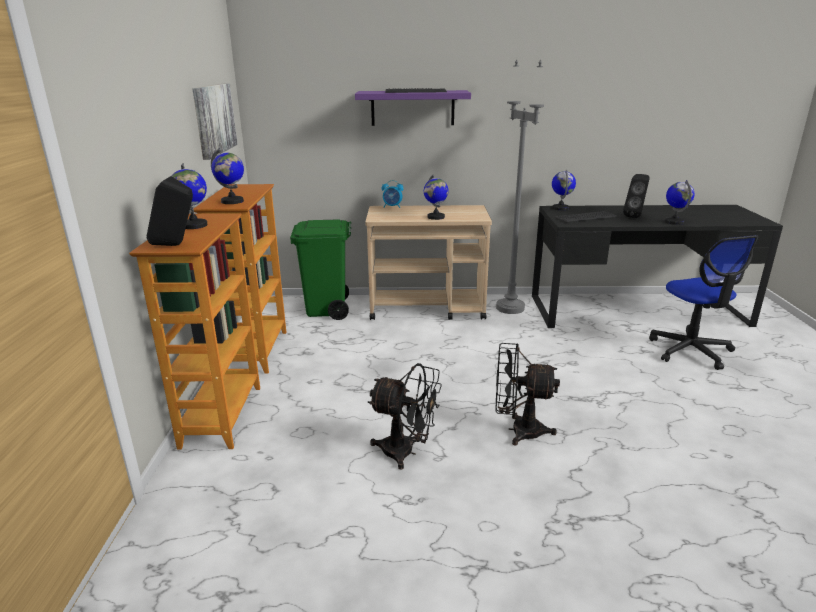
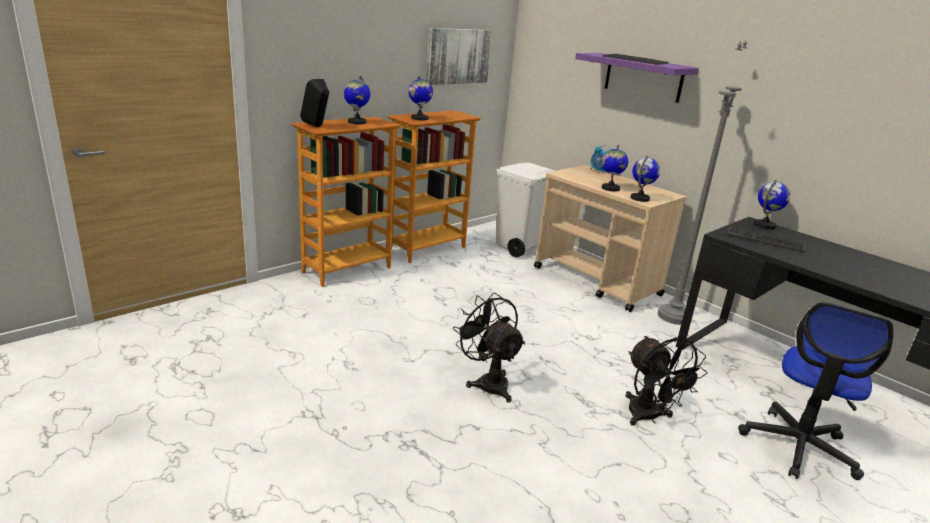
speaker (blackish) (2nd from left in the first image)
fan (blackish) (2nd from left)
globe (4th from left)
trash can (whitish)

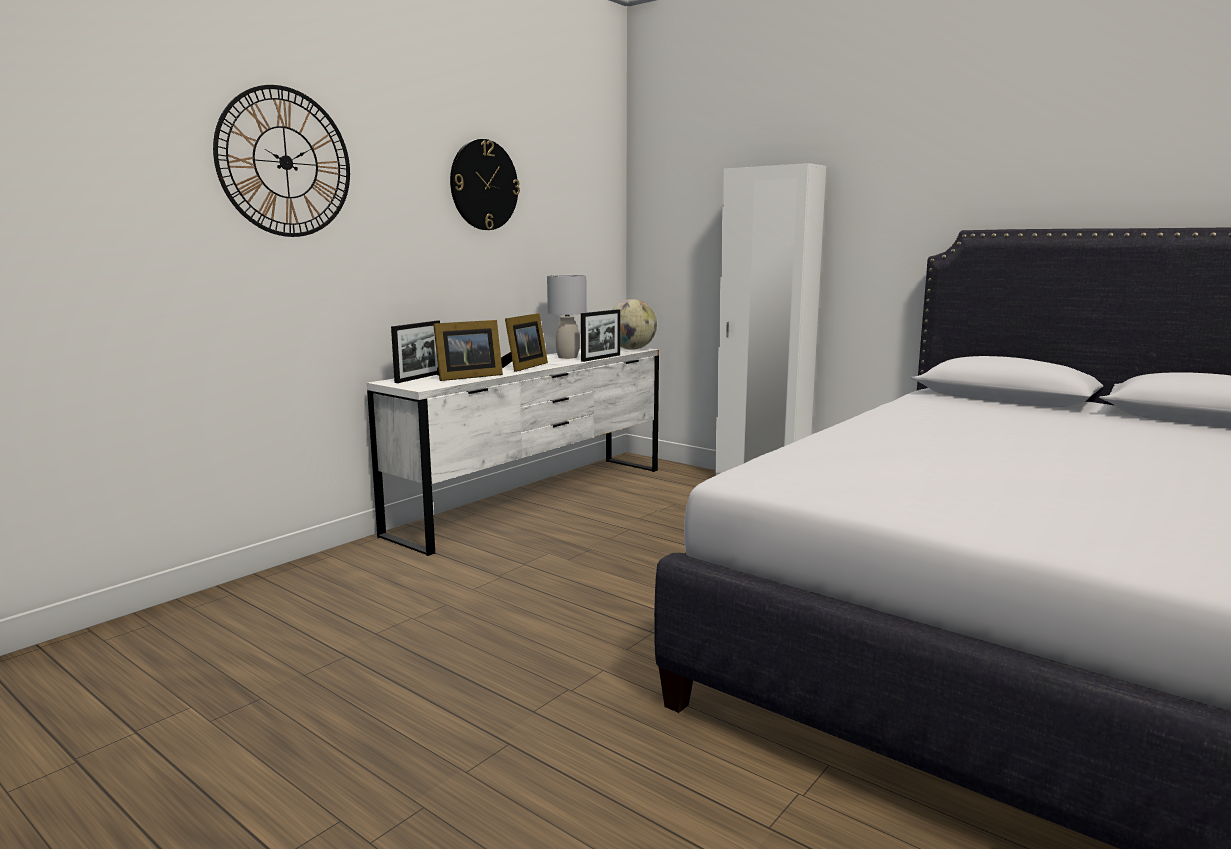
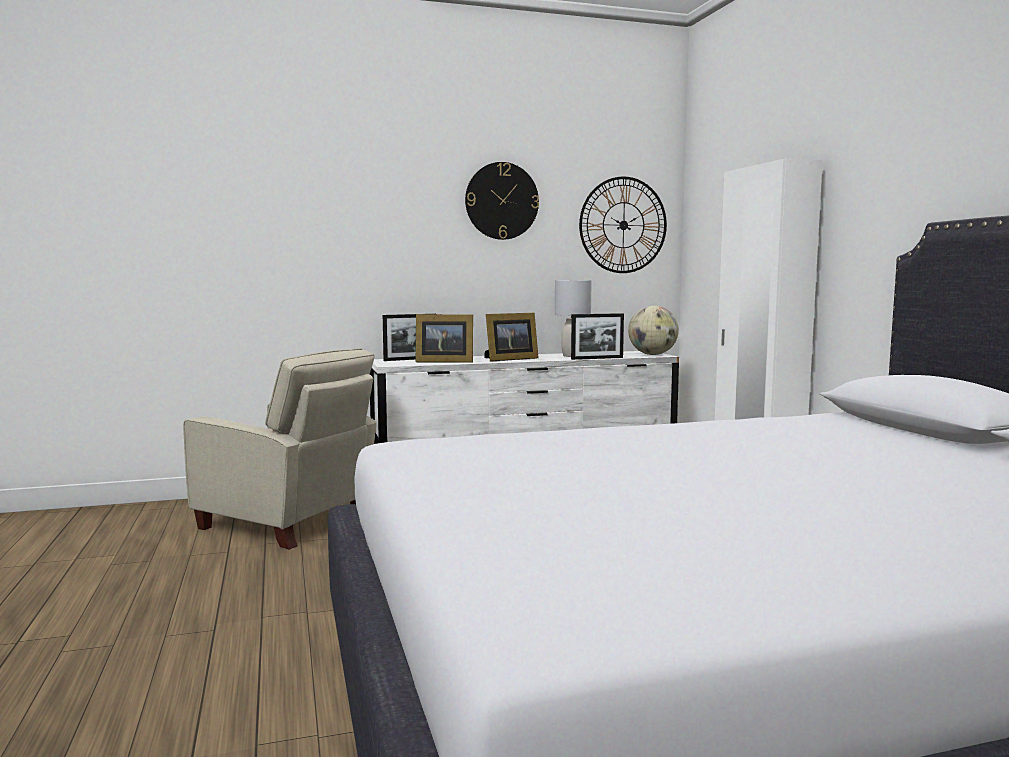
armchair (beige)
clock on the wall (2nd from left)

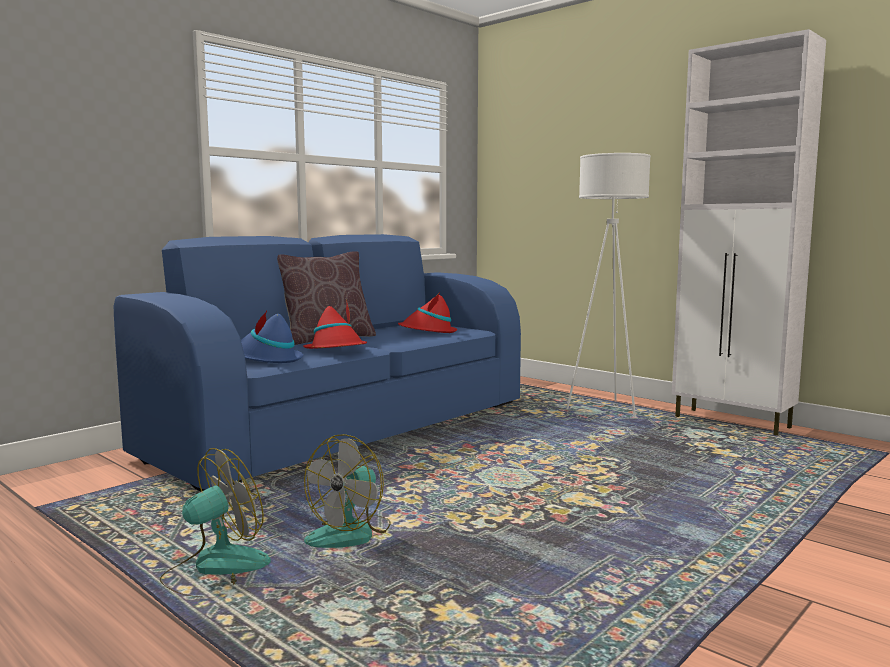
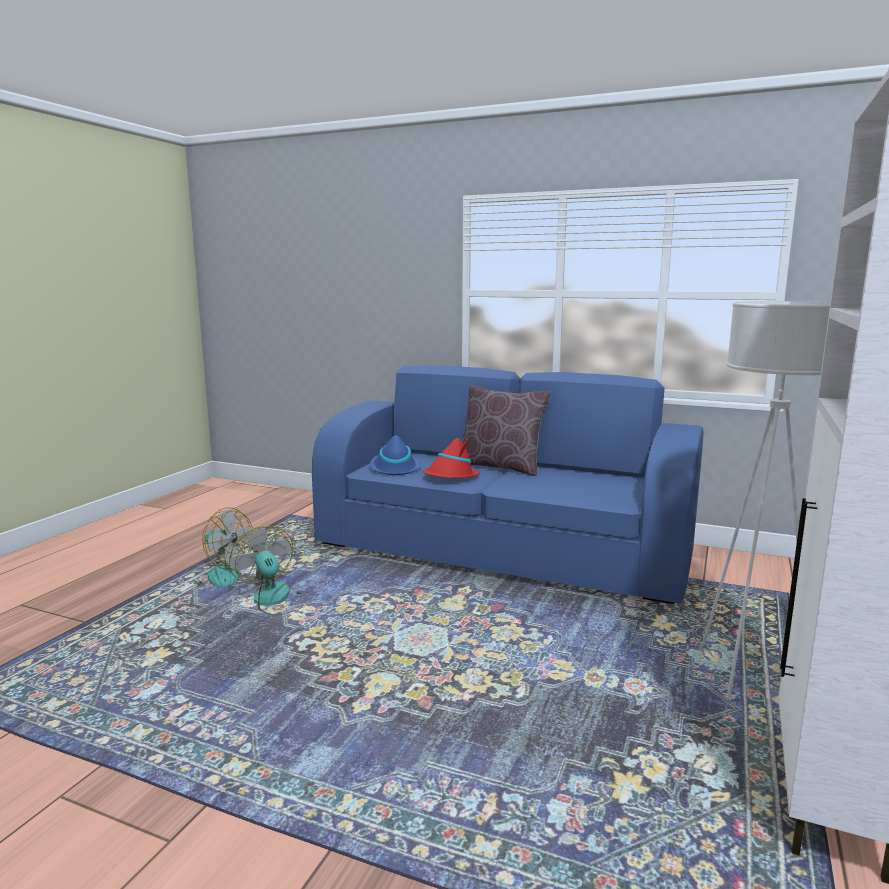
clothing hat (reddish) (2nd from left in the first image)
fan (2nd from left)

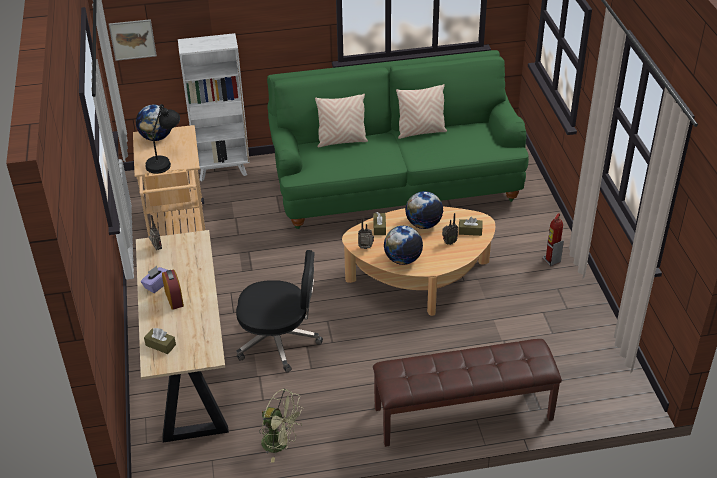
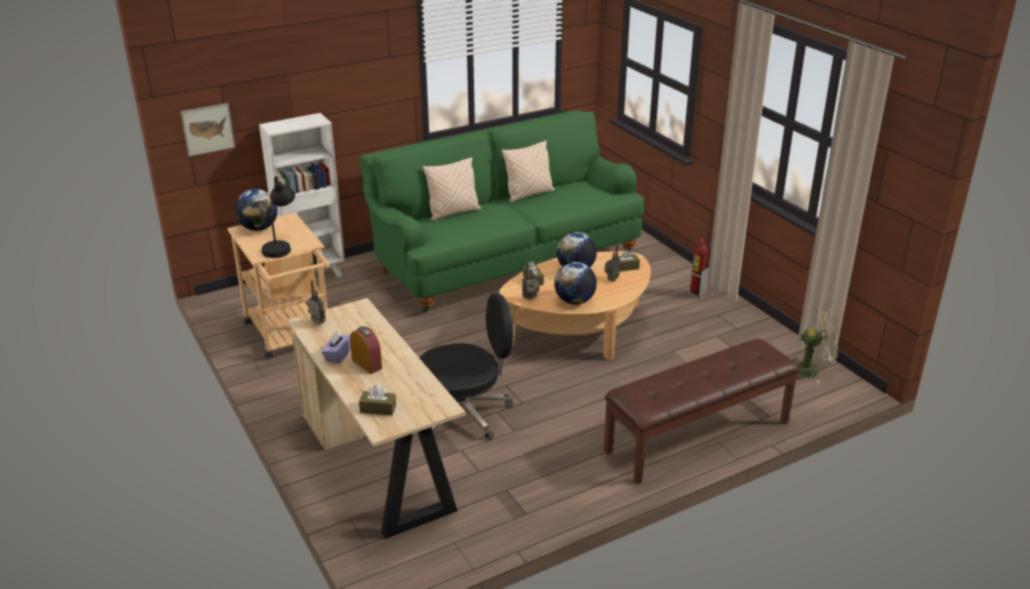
fan (green)

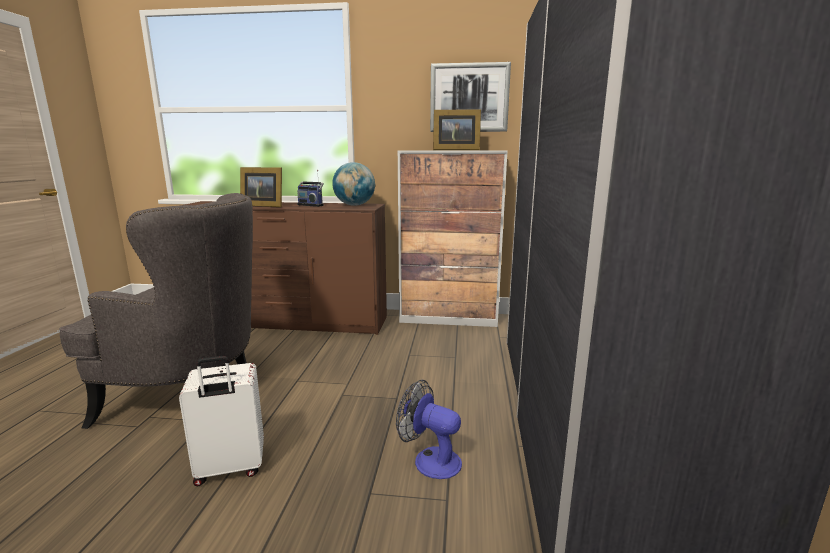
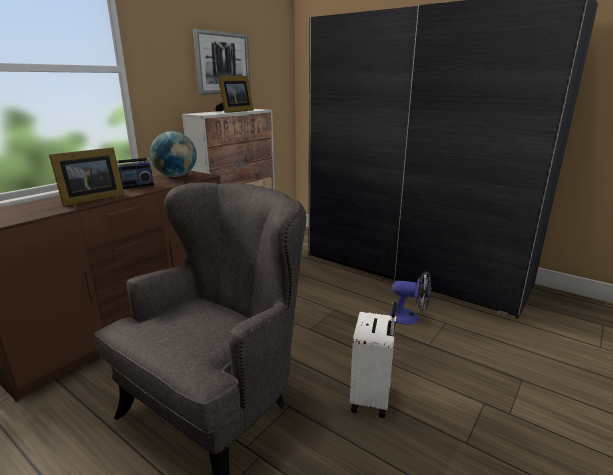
fan

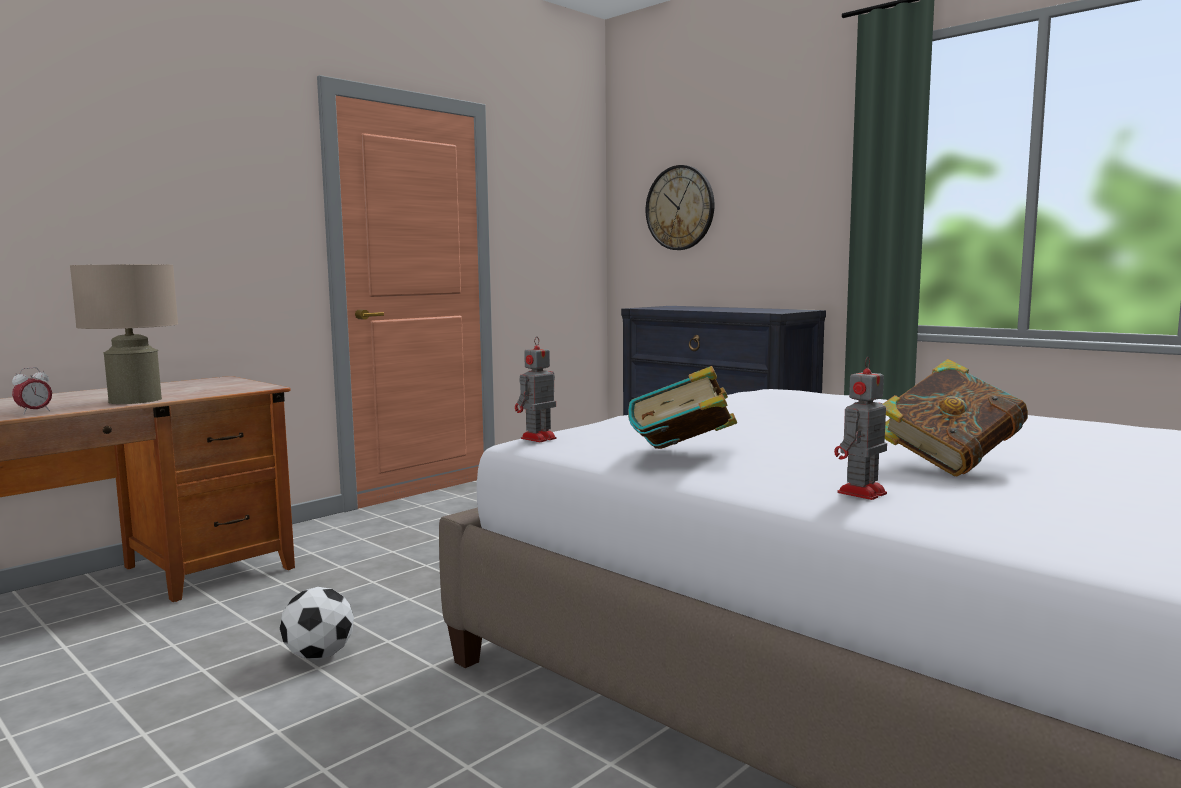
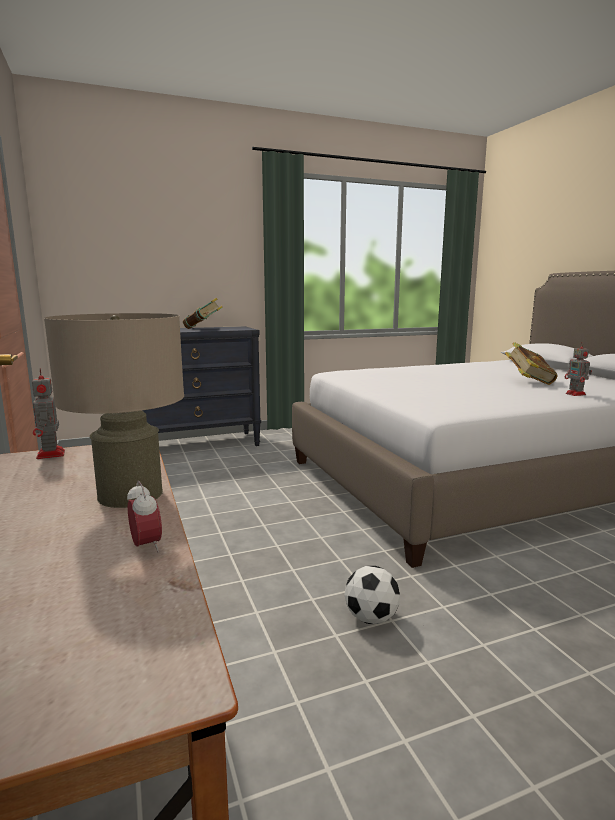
clock on the wall
model robot (1st from left)
volume (1st from left)

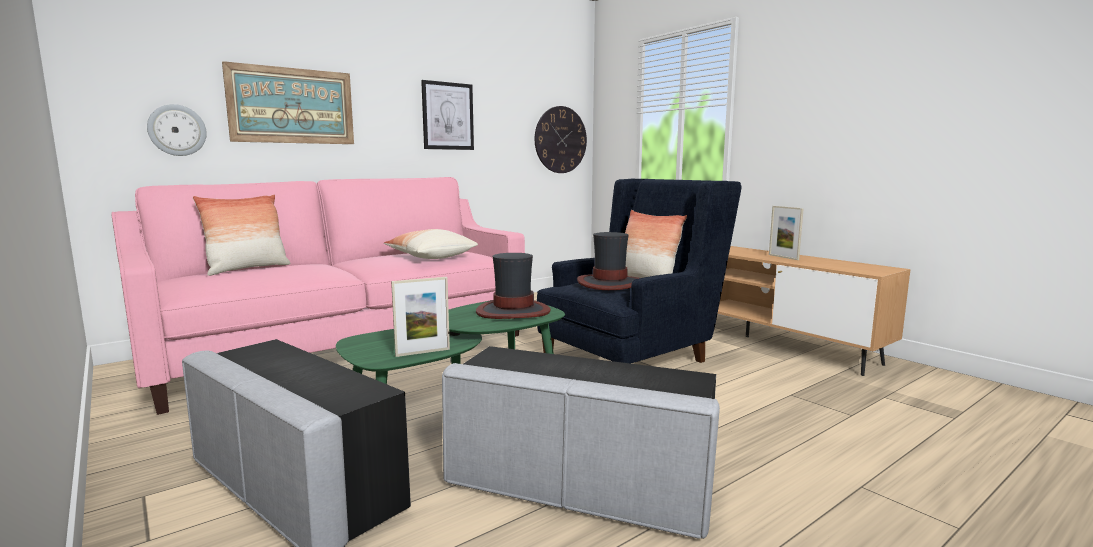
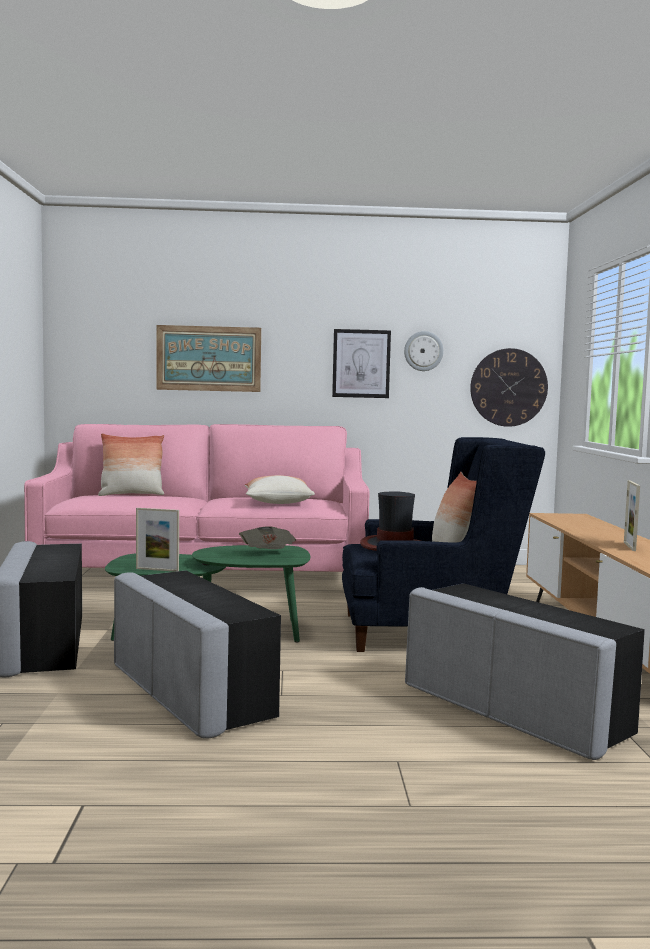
pouffe (gray) (3rd from left)
clock on the wall (1st from left)
newspaper

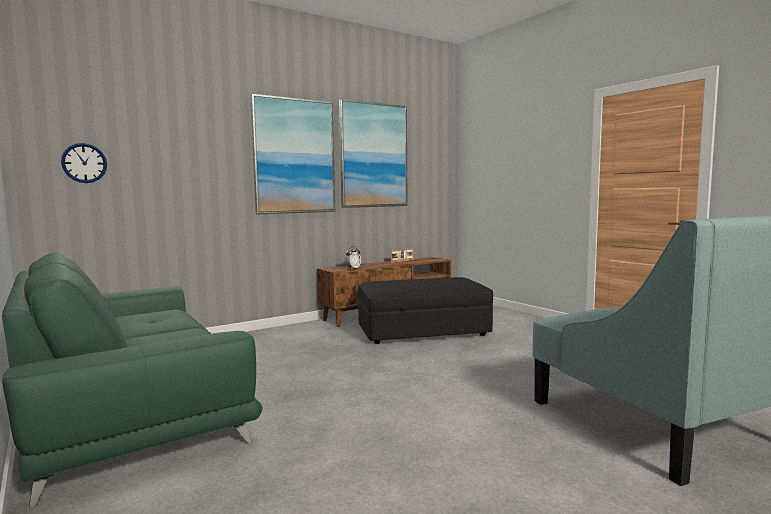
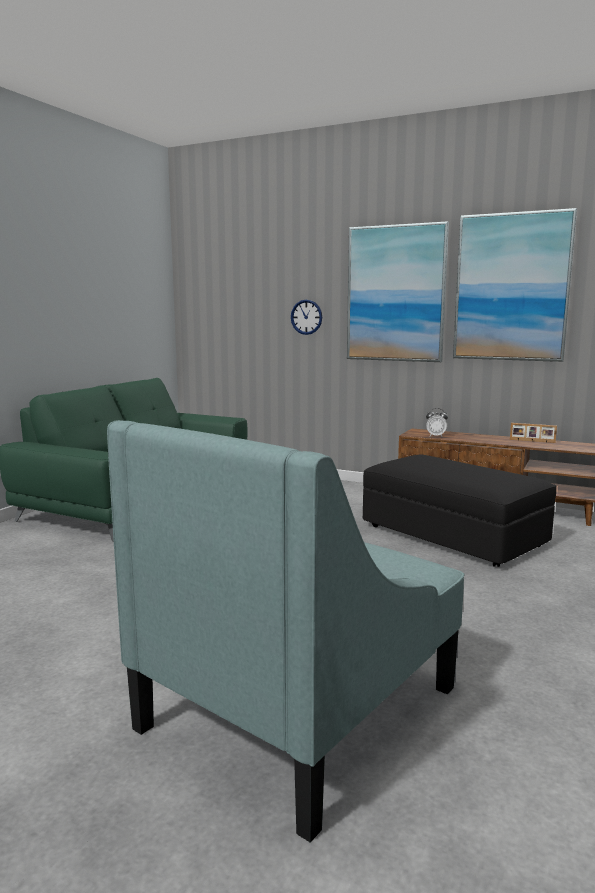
clock on the wall

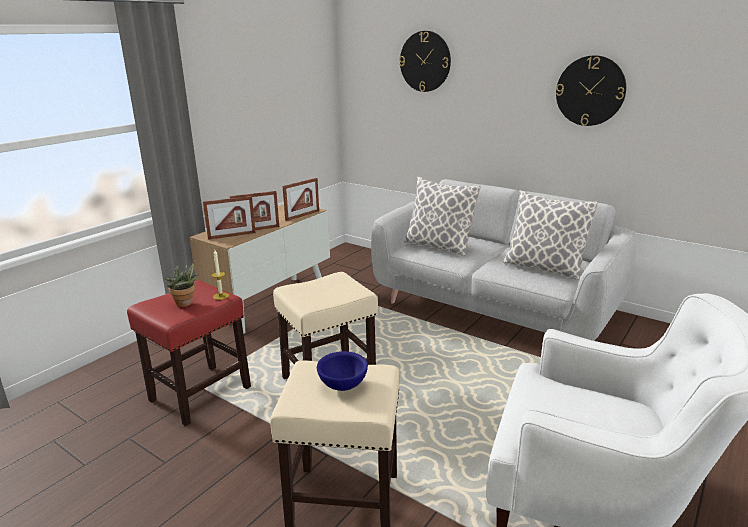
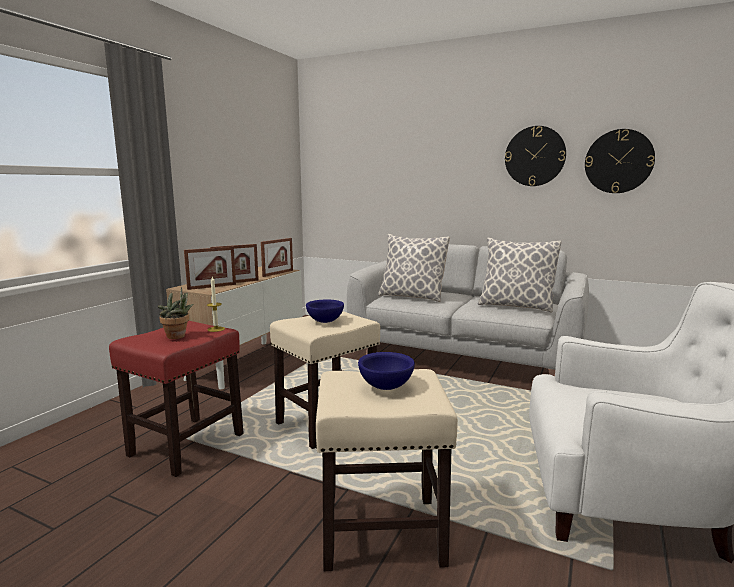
deep dish (blue-coloured) (1st from left)
clock on the wall (2nd from left)

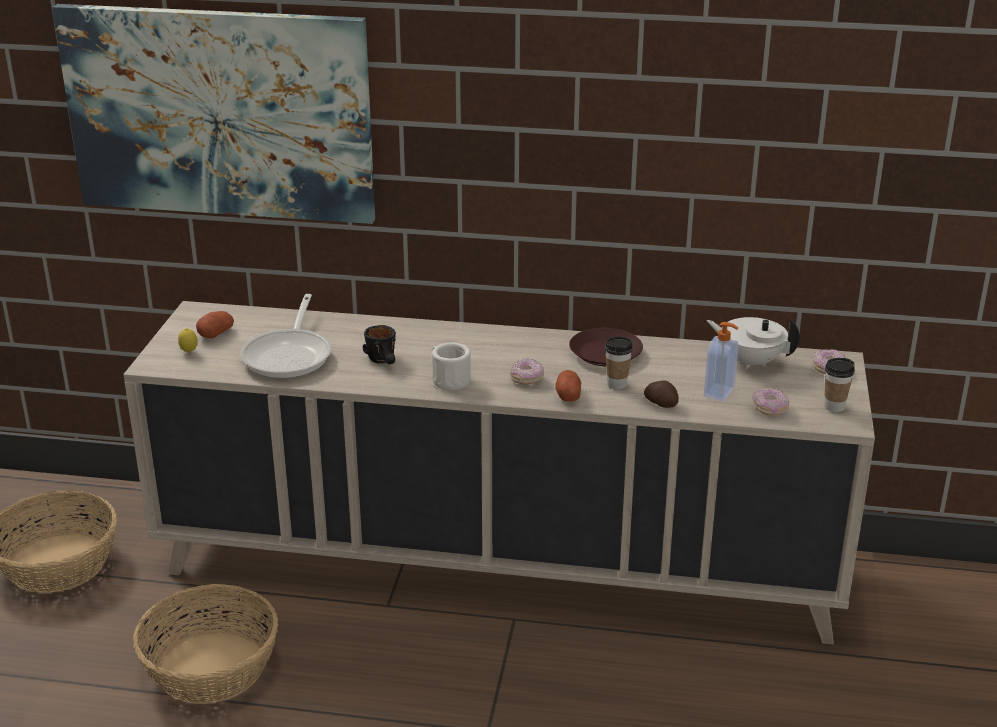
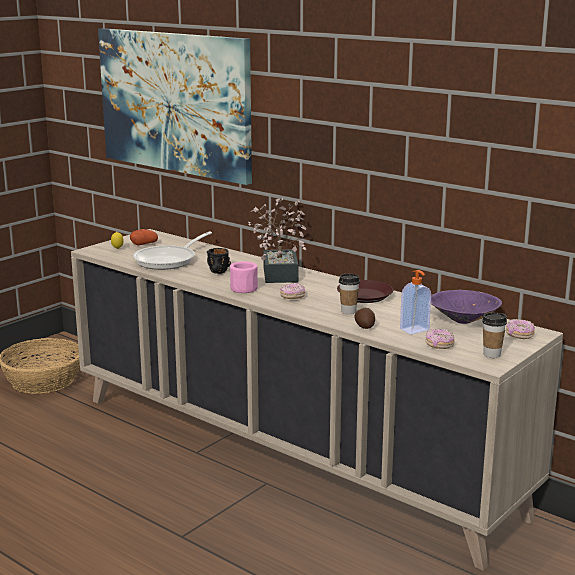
storage basket (2nd from left in the first image)
whole potato (2nd from left in the first image)
houseplant
deep dish (purple-coloured)
tea mug (pink-coloured)

